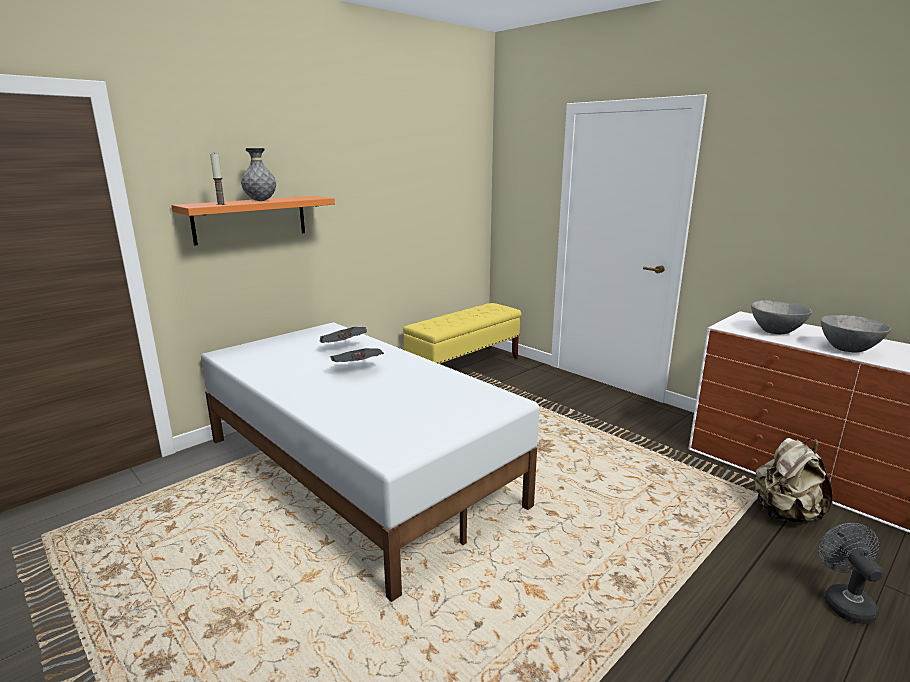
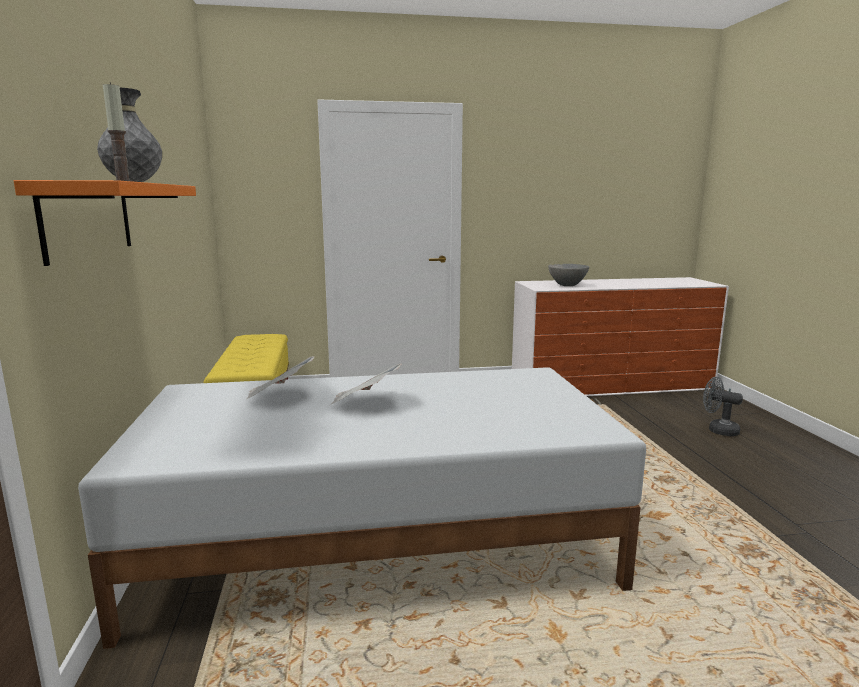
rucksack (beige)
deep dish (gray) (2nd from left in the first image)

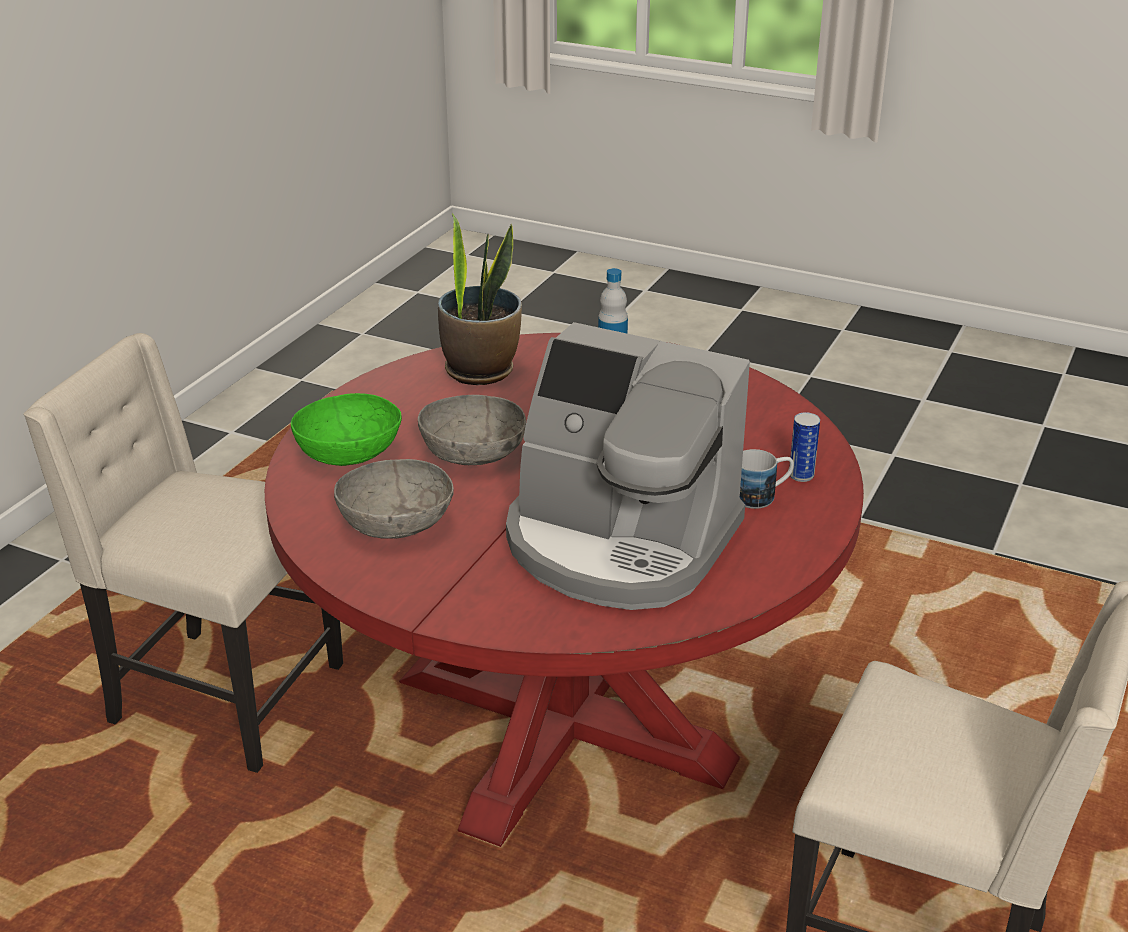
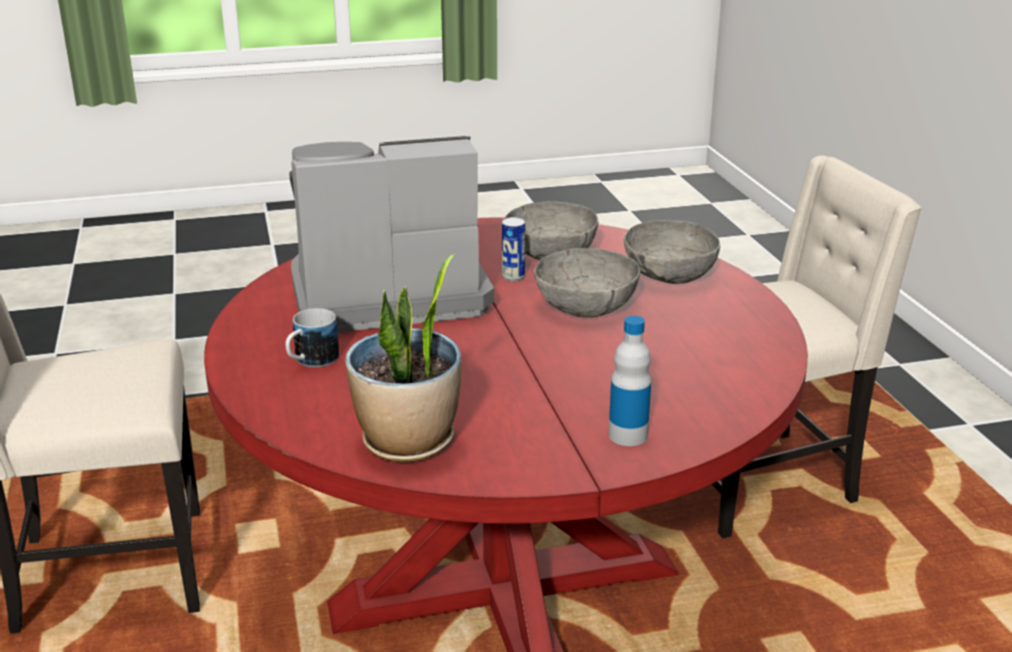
houseplant
can
deep dish (gray) (3rd from left)

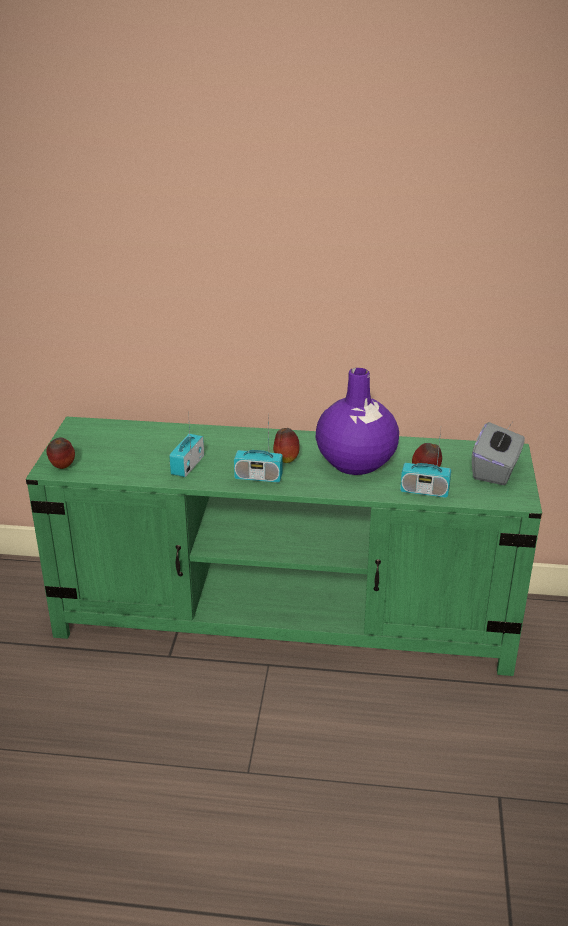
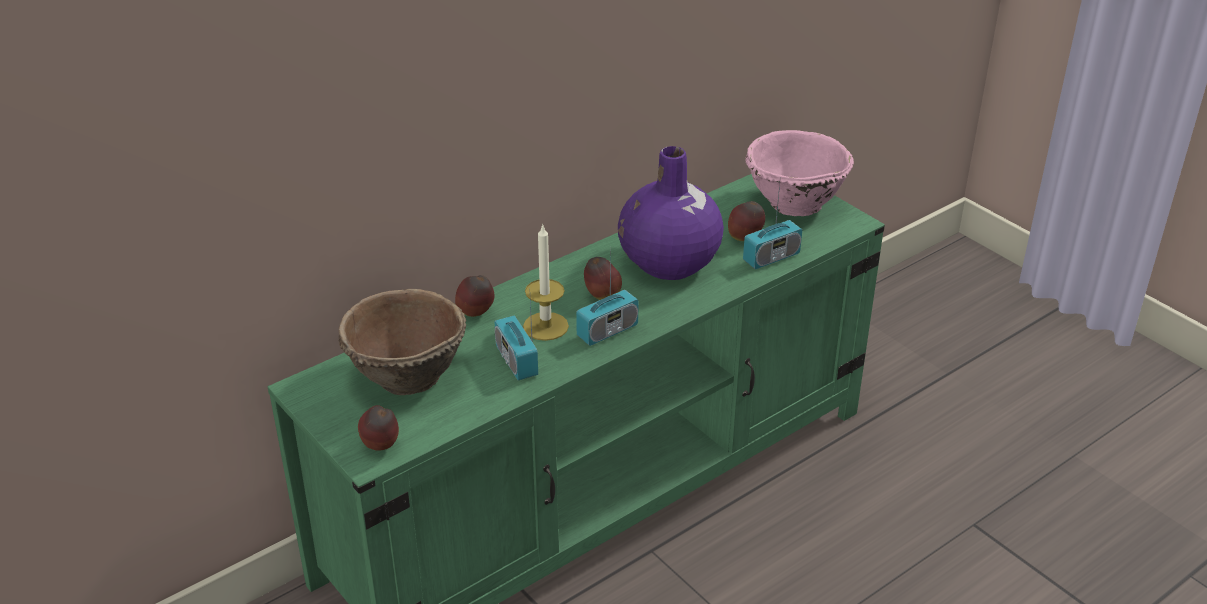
deep dish (brown-coloured)
whole apple (2nd from left)
wax light
deep dish (pink-coloured)

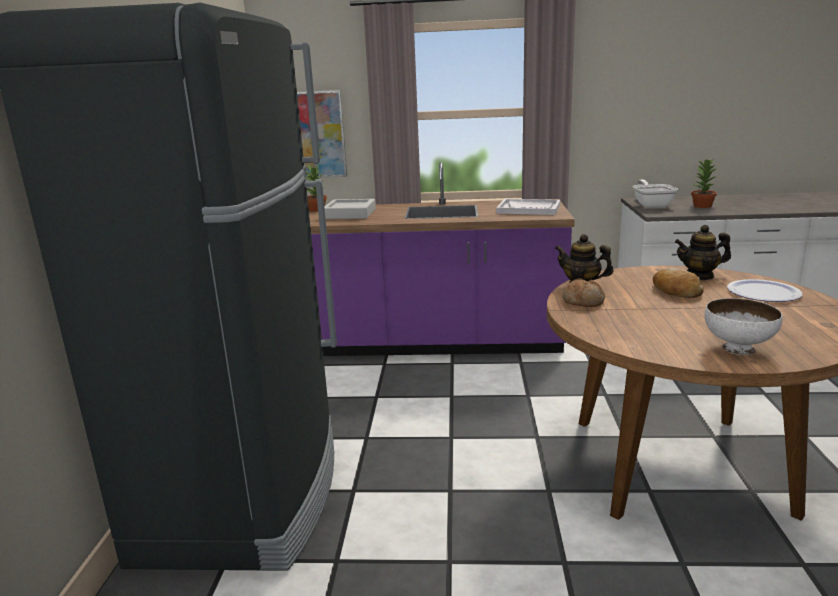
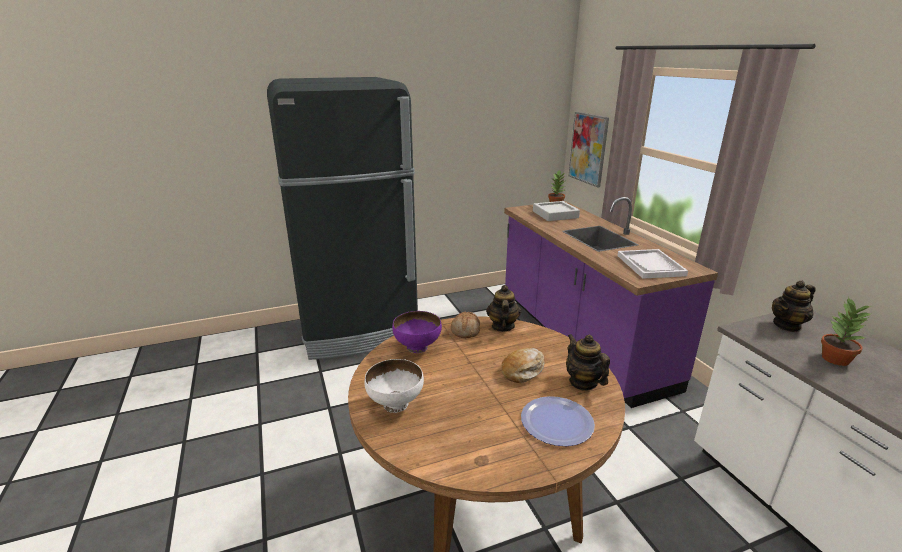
deep dish (purple-coloured)
pot for tea (3rd from left)

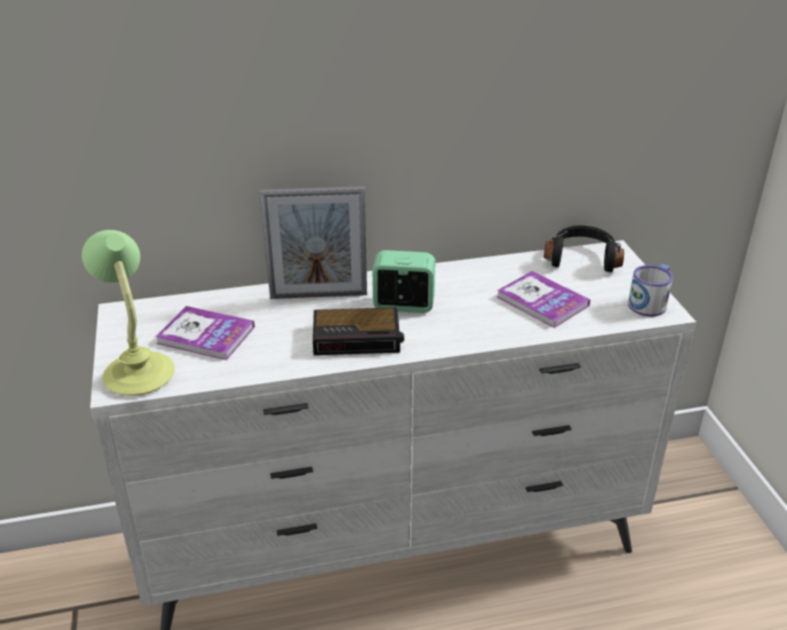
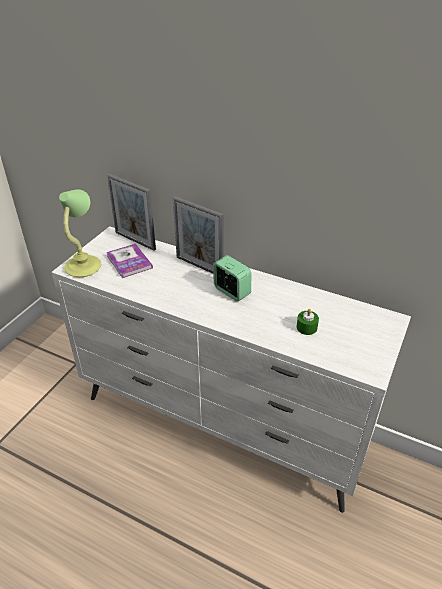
table clock (1st from left in the first image)
headset (blackish)
tea mug
picture frame (1st from left)
wax light (green)

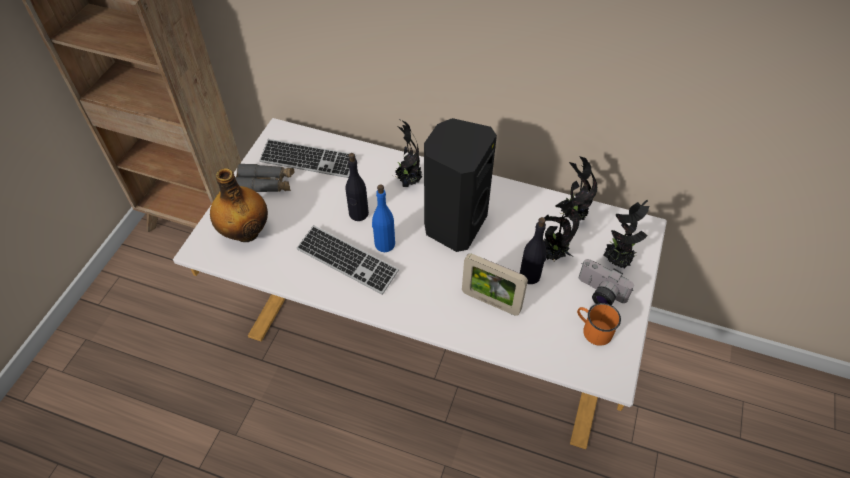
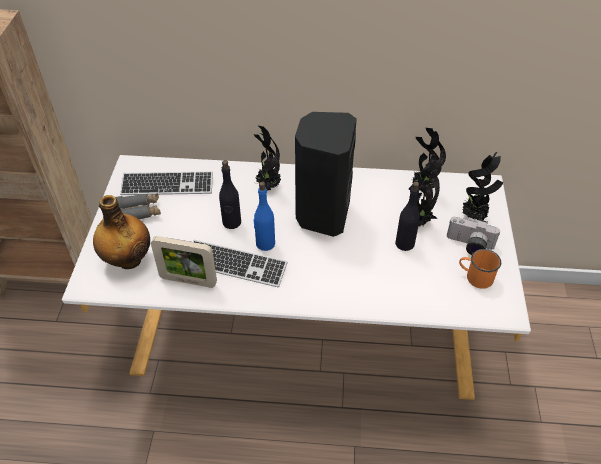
picture frame

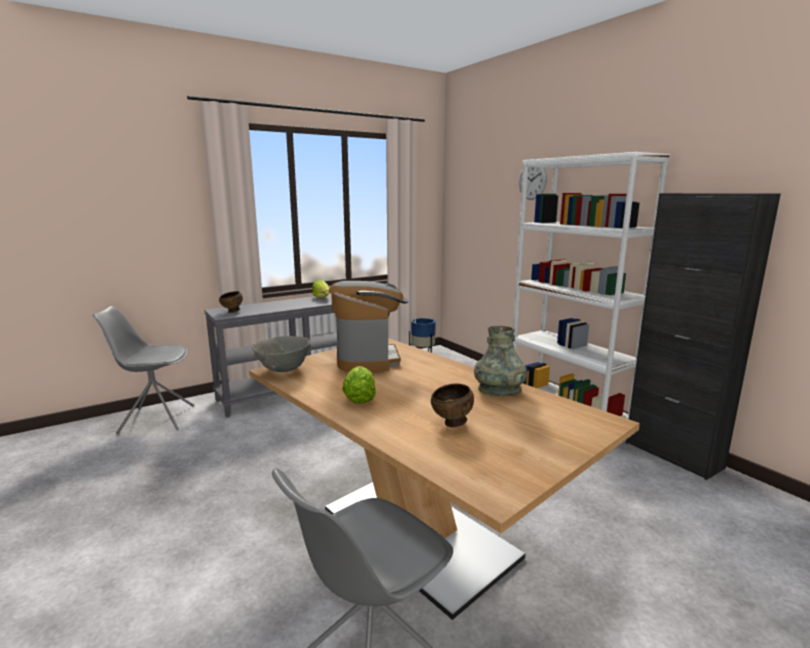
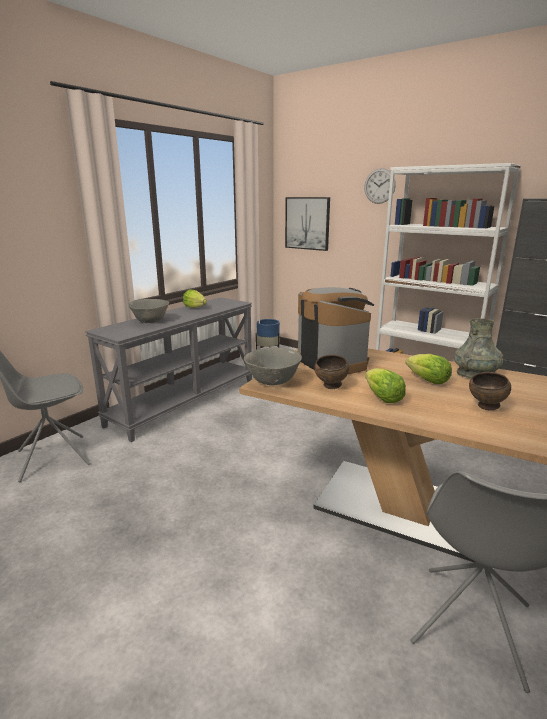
deep dish (gray) (1st from left)
wall art
head of lettuce (3rd from left)
deep dish (brown-coloured) (1st from left)

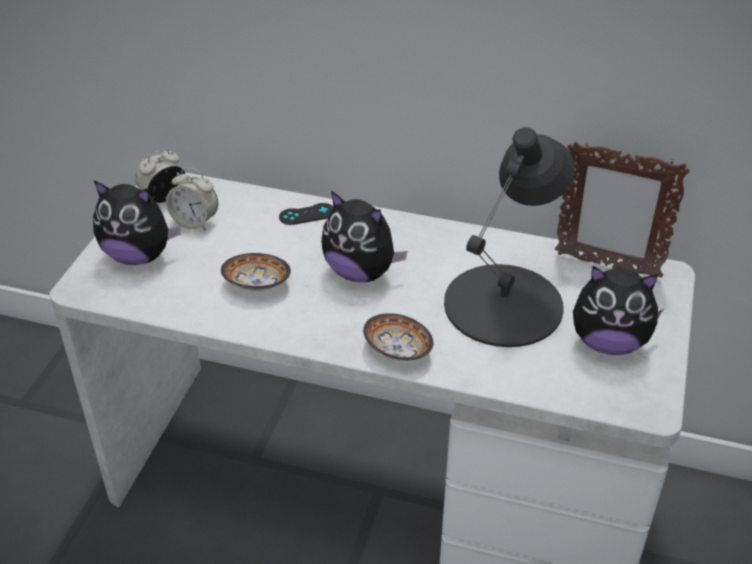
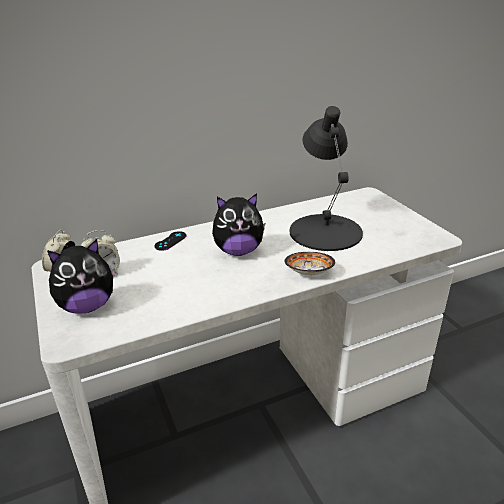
deep dish (1st from left in the first image)
picture frame
cuddly toy (3rd from left in the first image)

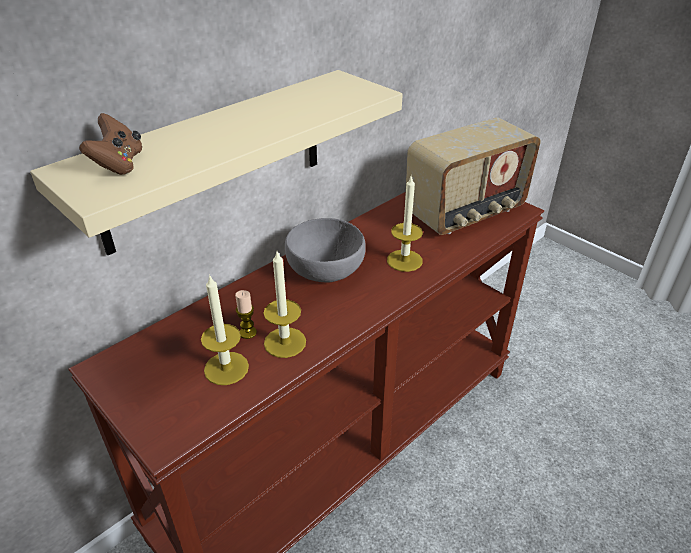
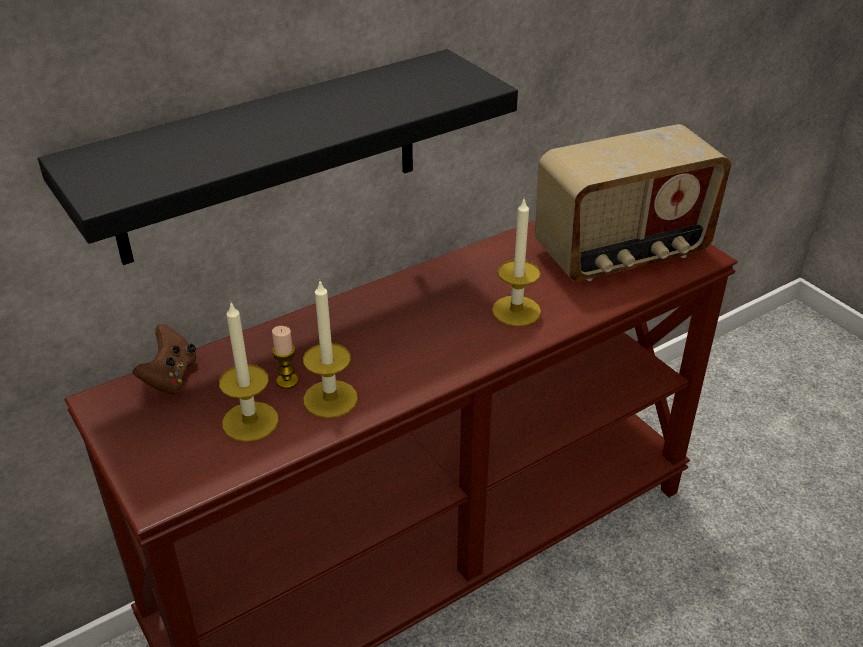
deep dish (gray)
gamepad (brown-coloured)
bracket shelf (blackish)

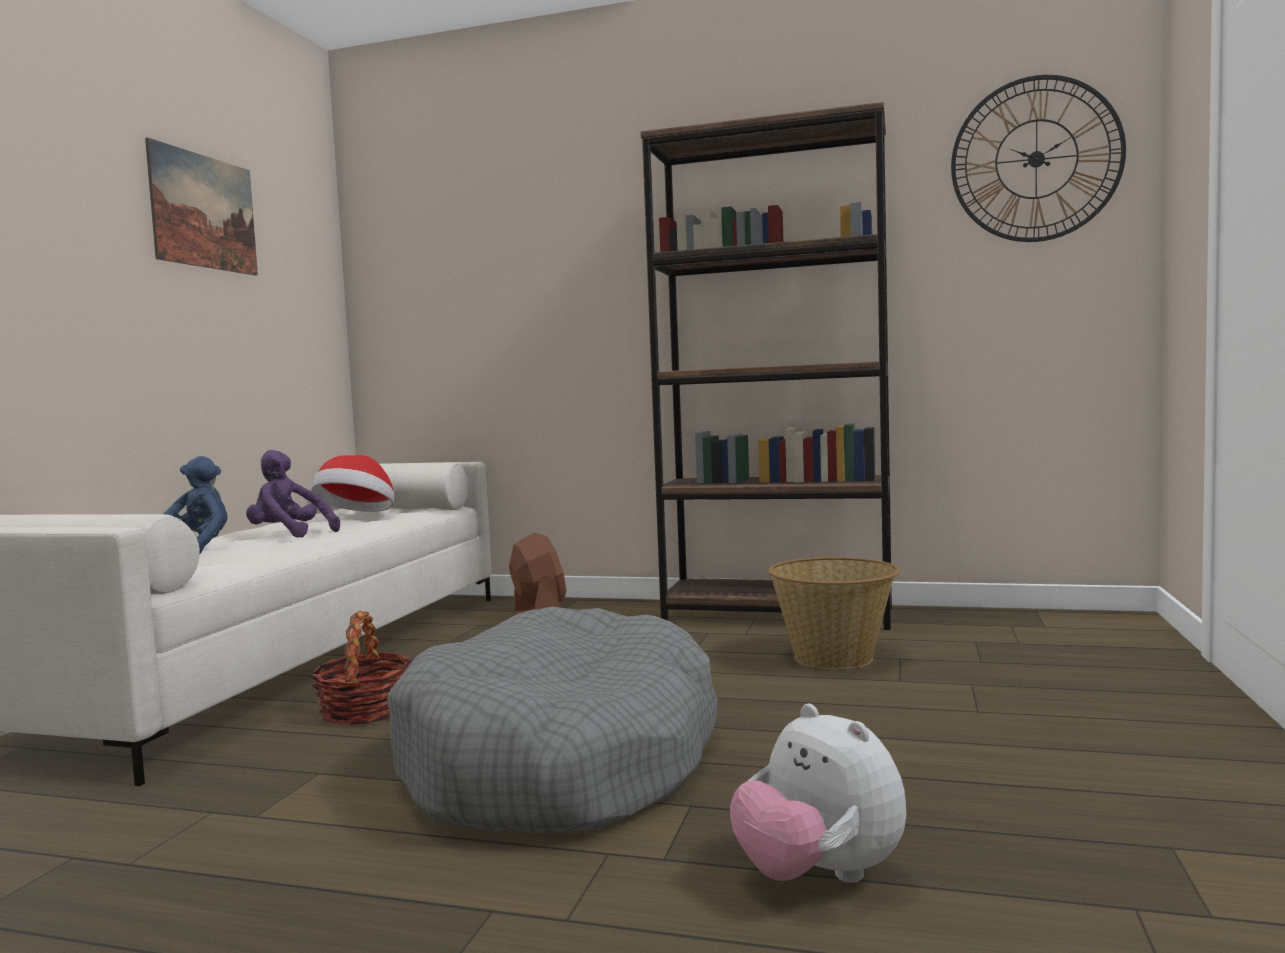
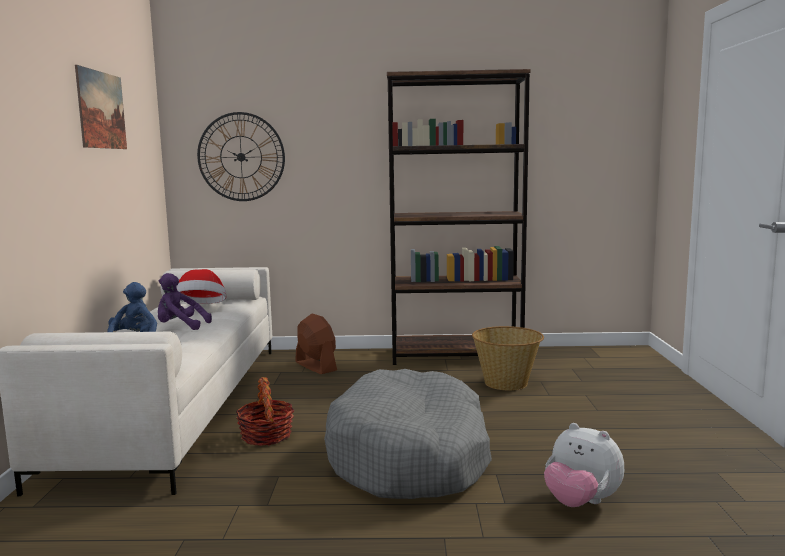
clock on the wall

